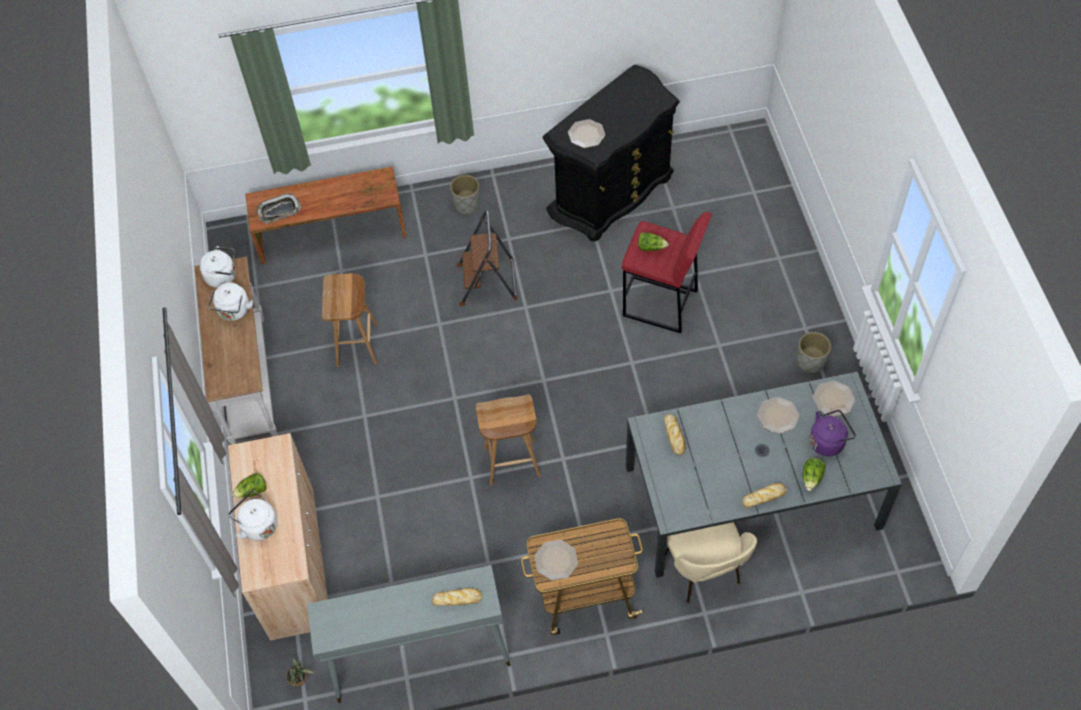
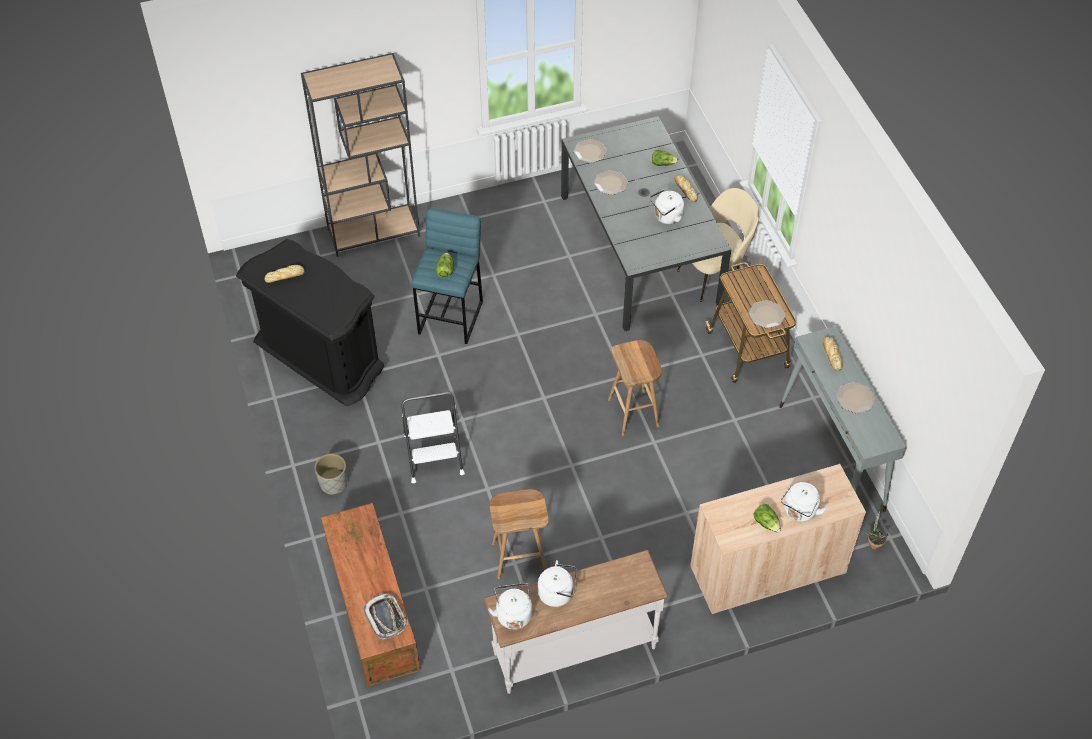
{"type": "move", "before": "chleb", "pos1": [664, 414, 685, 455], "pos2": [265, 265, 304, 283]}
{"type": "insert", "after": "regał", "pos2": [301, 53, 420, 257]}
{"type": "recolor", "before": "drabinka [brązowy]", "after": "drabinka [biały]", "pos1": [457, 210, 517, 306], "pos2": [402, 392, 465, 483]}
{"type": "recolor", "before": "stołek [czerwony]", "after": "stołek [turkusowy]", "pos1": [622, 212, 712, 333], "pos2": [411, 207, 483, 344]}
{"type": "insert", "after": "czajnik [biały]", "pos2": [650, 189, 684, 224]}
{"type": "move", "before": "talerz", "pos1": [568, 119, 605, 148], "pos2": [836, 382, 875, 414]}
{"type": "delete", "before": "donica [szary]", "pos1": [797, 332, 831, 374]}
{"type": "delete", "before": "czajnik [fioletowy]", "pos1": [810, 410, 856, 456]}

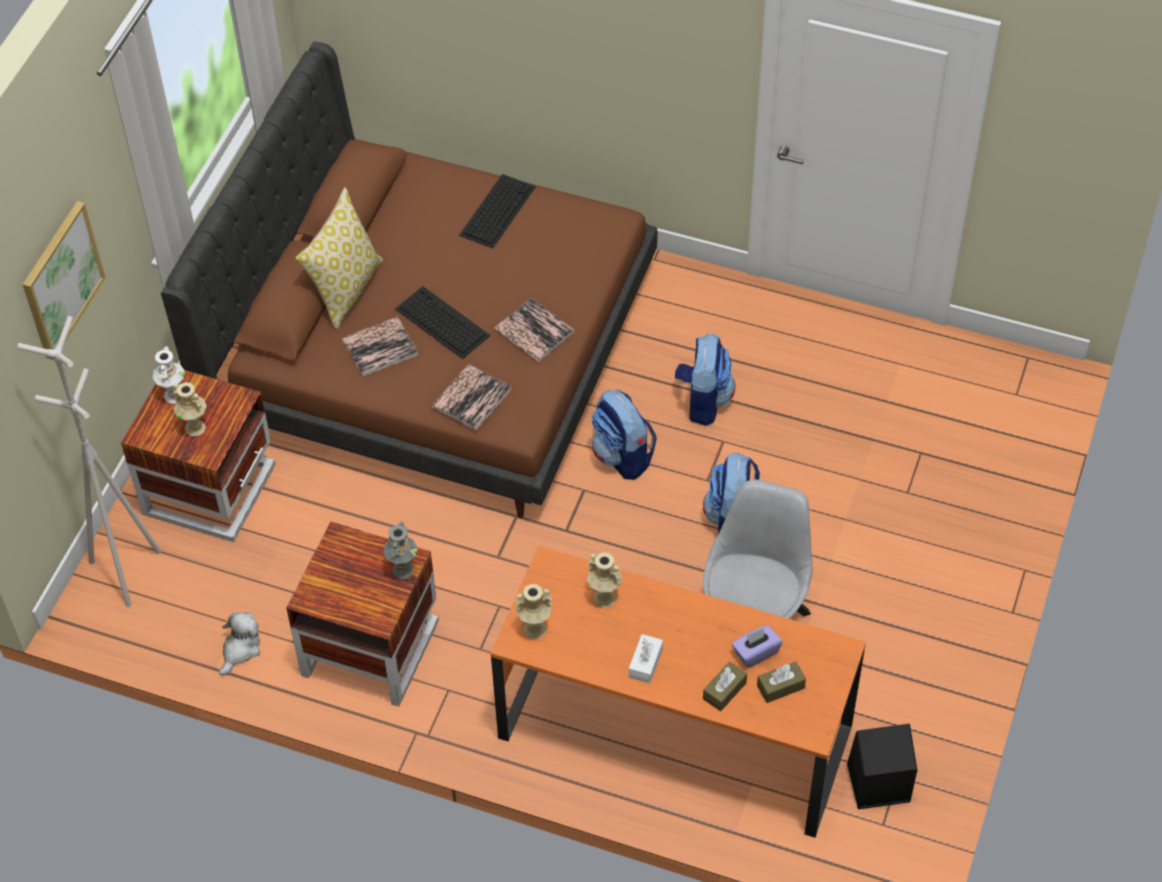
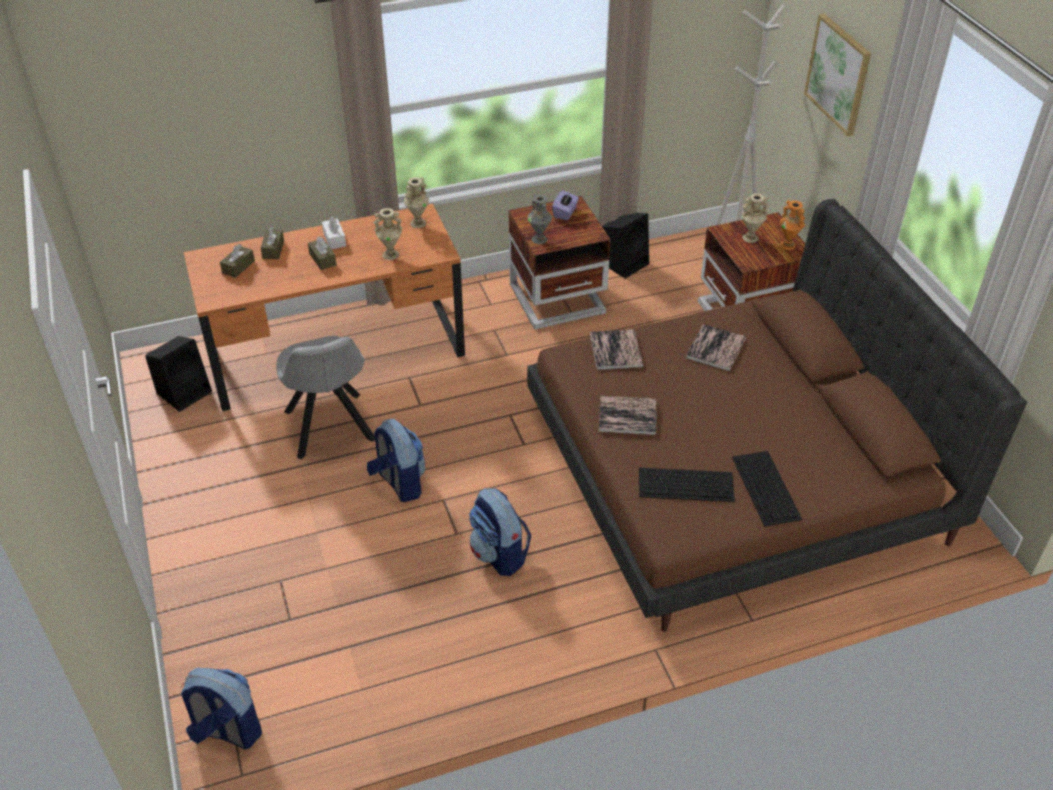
{"type": "move", "before": "plecak", "pos1": [592, 390, 657, 480], "pos2": [181, 668, 262, 749]}
{"type": "insert", "after": "pudełko chusteczek [brązowy]", "pos2": [308, 236, 336, 270]}
{"type": "move", "before": "pudełko chusteczek [fioletowy]", "pos1": [732, 625, 783, 668], "pos2": [552, 190, 579, 220]}
{"type": "replace", "before": "pluszak", "after": "głośnik [czarny]", "pos1": [219, 612, 260, 676], "pos2": [603, 213, 649, 278]}
{"type": "move", "before": "klawiatura", "pos1": [395, 286, 490, 359], "pos2": [639, 468, 735, 502]}
{"type": "recolor", "before": "wazon [biały]", "after": "wazon [pomarańczowy]", "pos1": [152, 346, 185, 404], "pos2": [779, 201, 805, 250]}
{"type": "delete", "before": "poduszka", "pos1": [296, 187, 383, 330]}

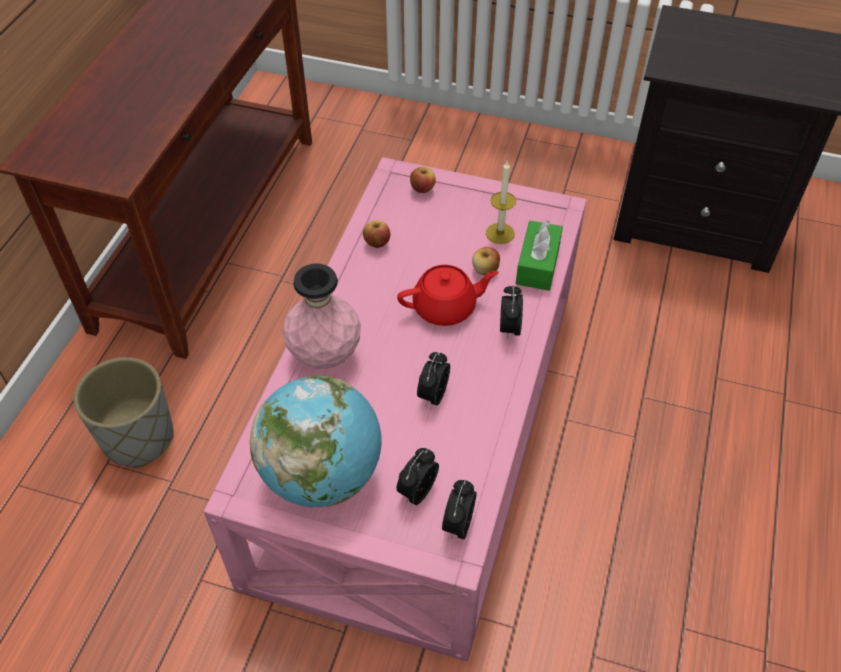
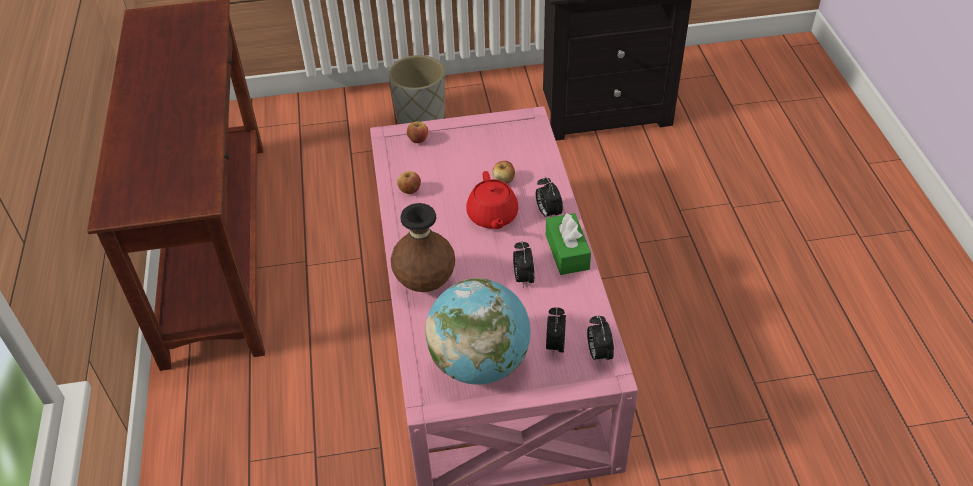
{"type": "move", "before": "donica [szary]", "pos1": [74, 357, 174, 468], "pos2": [388, 55, 445, 124]}
{"type": "recolor", "before": "wazon [różowy]", "after": "wazon [brązowy]", "pos1": [283, 264, 361, 369], "pos2": [391, 203, 455, 292]}
{"type": "rotate", "before": "imbryk [czerwony]", "pos1": [397, 265, 499, 326], "pos2": [466, 171, 519, 229], "turn": 120}
{"type": "move", "before": "pudełko chusteczek [zielony]", "pos1": [516, 220, 563, 291], "pos2": [546, 213, 591, 275]}
{"type": "delete", "before": "świeca", "pos1": [486, 162, 516, 244]}

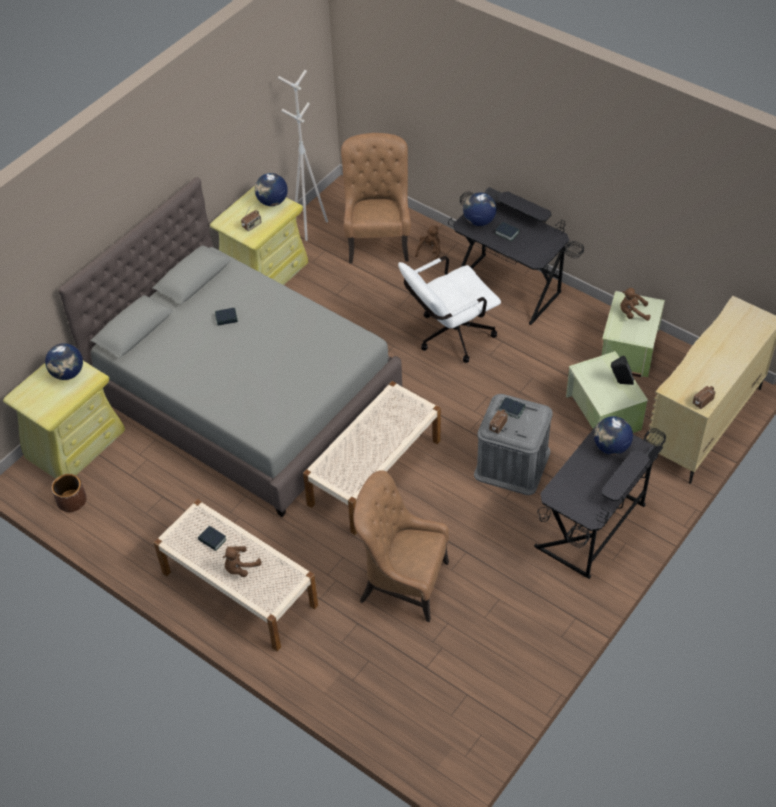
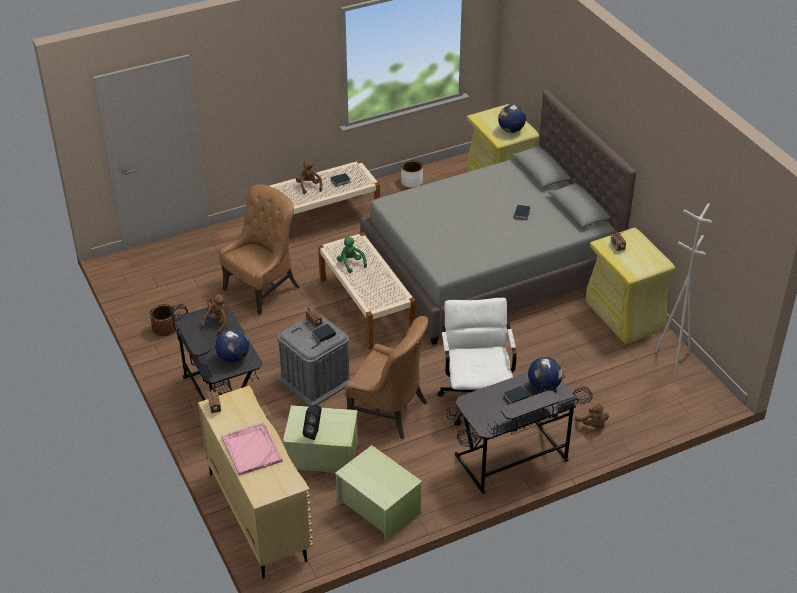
{"type": "move", "before": "donica [brązowy]", "pos1": [52, 474, 87, 512], "pos2": [150, 304, 176, 336]}
{"type": "move", "before": "pluszak [brązowy]", "pos1": [620, 288, 651, 321], "pos2": [201, 294, 228, 335]}
{"type": "insert", "after": "taca [różowy]", "pos2": [221, 422, 283, 475]}
{"type": "insert", "after": "pluszak [zielony]", "pos2": [337, 237, 367, 273]}
{"type": "move", "before": "krzesło [brązowy]", "pos1": [341, 133, 411, 264], "pos2": [345, 316, 428, 439]}
{"type": "insert", "after": "donica [biały]", "pos2": [401, 160, 423, 188]}
{"type": "delete", "before": "globus", "pos1": [255, 173, 288, 206]}

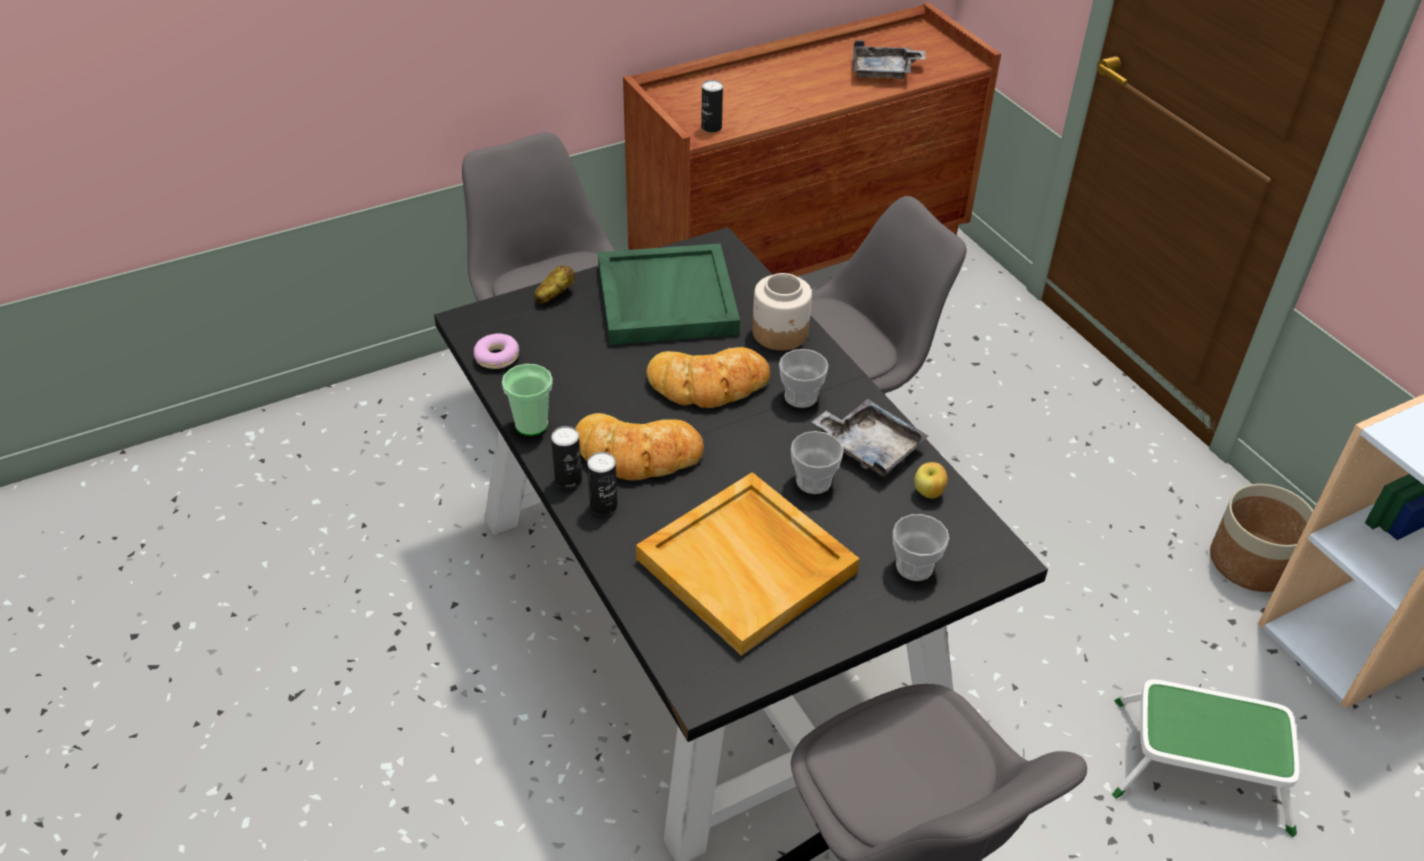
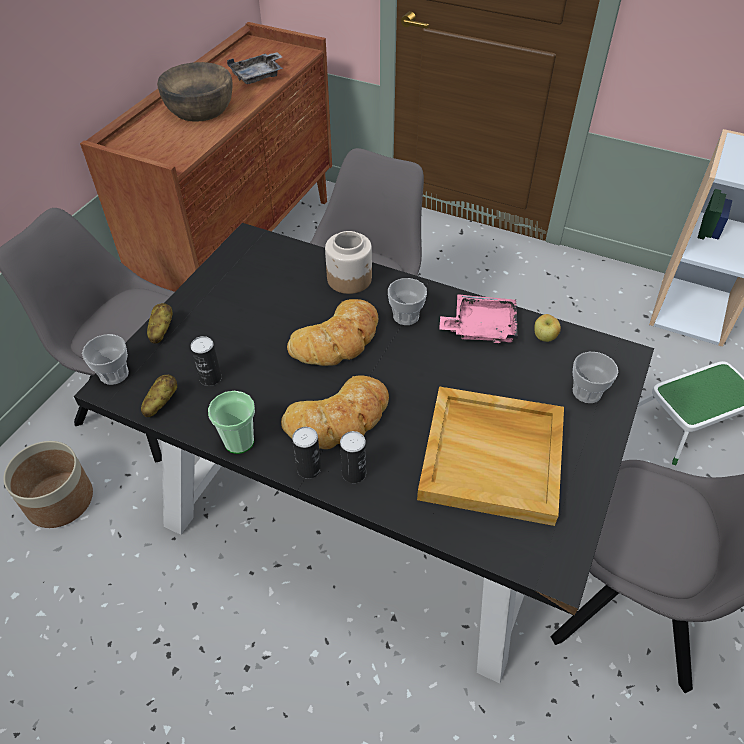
{"type": "move", "before": "donica", "pos1": [1210, 484, 1313, 592], "pos2": [4, 441, 93, 528]}
{"type": "move", "before": "filiżanka", "pos1": [791, 431, 844, 494], "pos2": [82, 334, 129, 385]}
{"type": "replace", "before": "donut", "after": "ziemniak", "pos1": [474, 333, 520, 369], "pos2": [141, 375, 177, 417]}
{"type": "insert", "after": "miska [brązowy]", "pos2": [157, 62, 233, 122]}
{"type": "move", "before": "puszka", "pos1": [701, 80, 723, 133], "pos2": [190, 336, 222, 386]}
{"type": "recolor", "before": "taca [szary]", "after": "taca [różowy]", "pos1": [812, 399, 928, 477], "pos2": [439, 294, 518, 343]}
{"type": "delete", "before": "taca [zielony]", "pos1": [598, 243, 740, 345]}

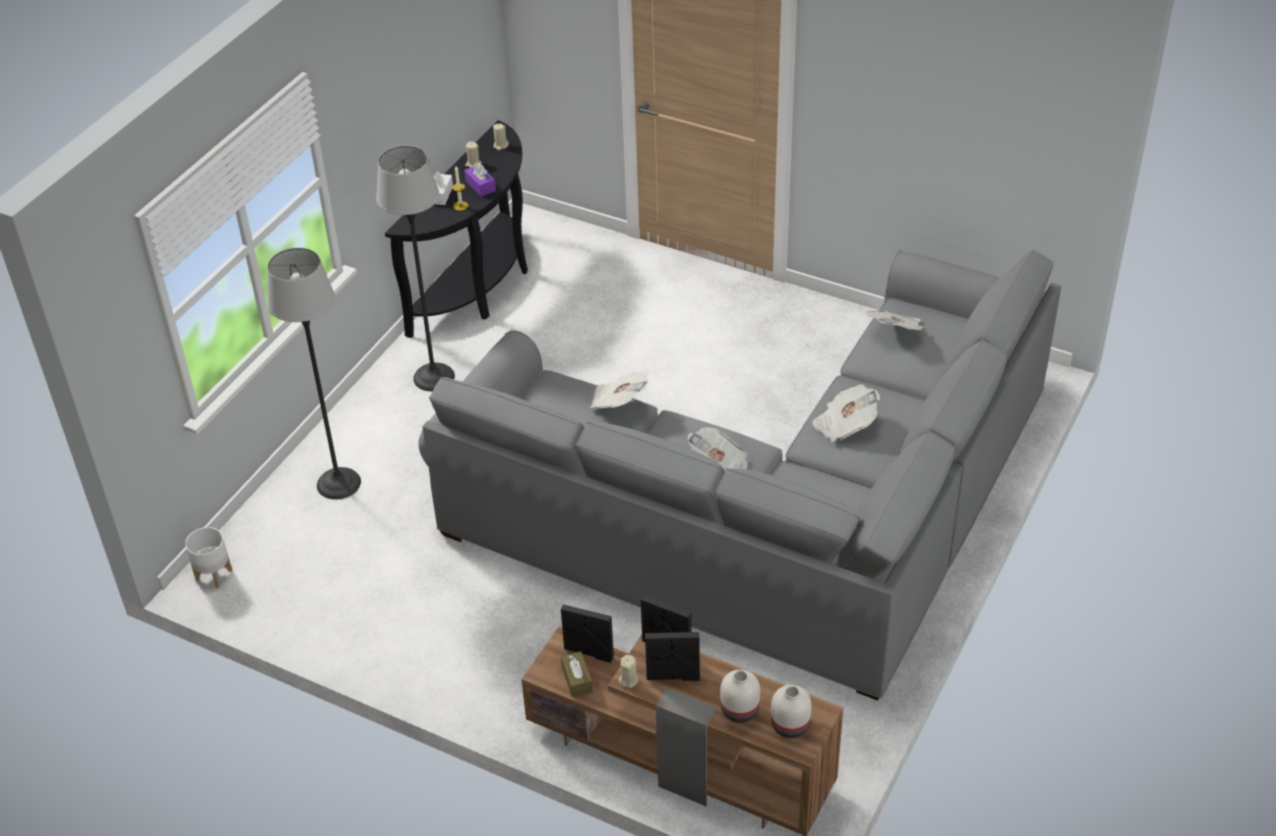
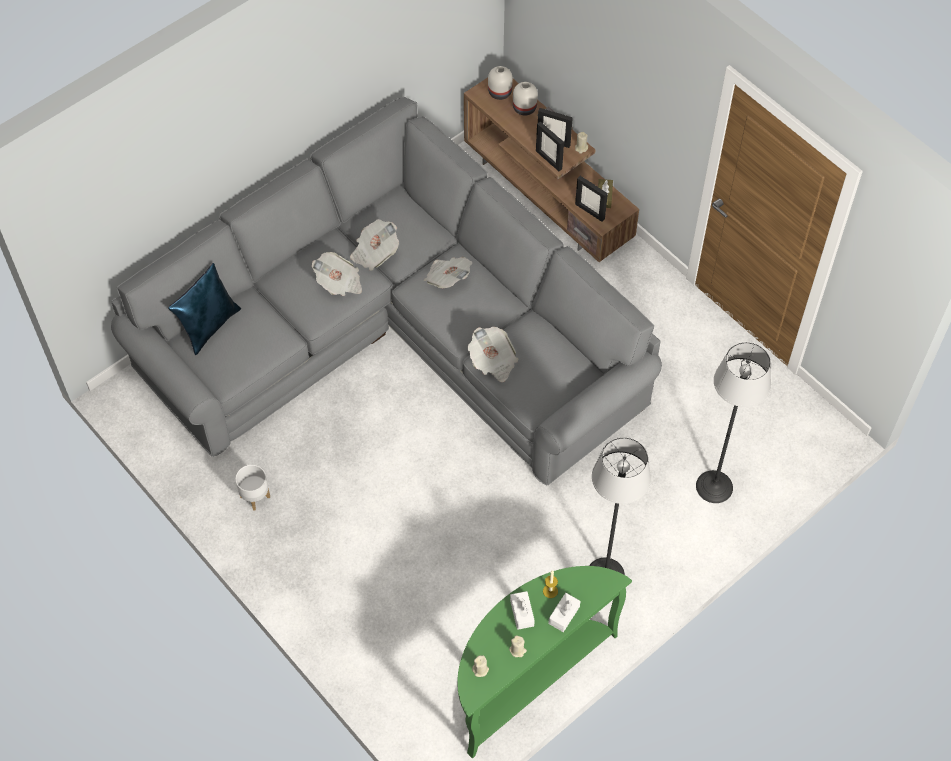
{"type": "insert", "after": "poduszka [niebieski]", "pos2": [168, 263, 241, 355]}
{"type": "move", "before": "donica [biały]", "pos1": [185, 527, 232, 588], "pos2": [236, 465, 270, 510]}
{"type": "move", "before": "gazeta", "pos1": [867, 310, 923, 330], "pos2": [350, 219, 399, 271]}
{"type": "recolor", "before": "stolik konsolowy [czarny]", "after": "stolik konsolowy [zielony]", "pos1": [385, 120, 528, 338], "pos2": [457, 566, 632, 759]}
{"type": "recolor", "before": "pudełko chusteczek [fioletowy]", "after": "pudełko chusteczek [biały]", "pos1": [464, 162, 496, 197], "pos2": [510, 591, 535, 630]}

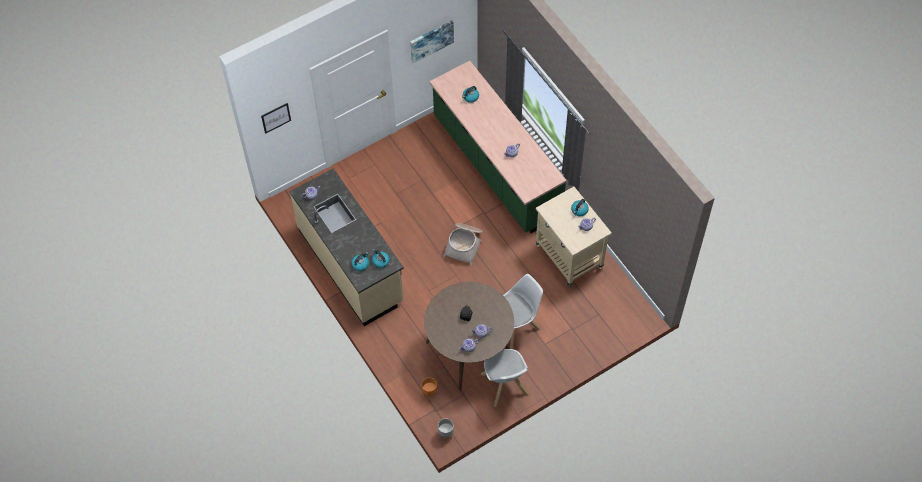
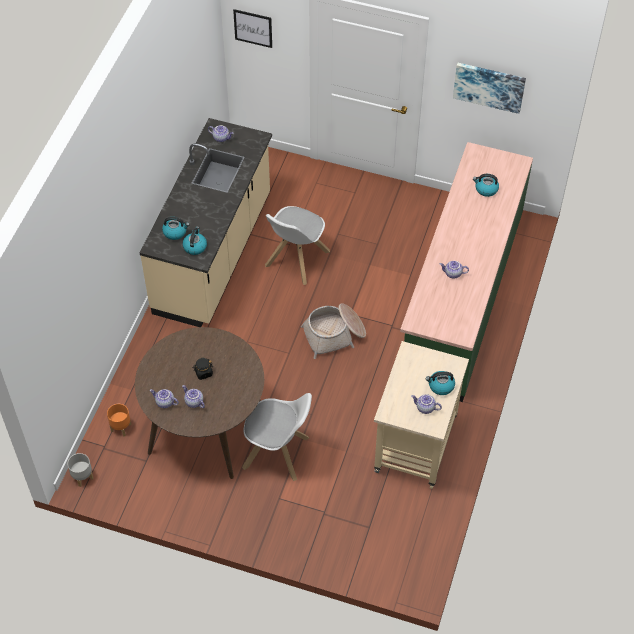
{"type": "move", "before": "krzesło", "pos1": [481, 349, 529, 407], "pos2": [265, 206, 330, 285]}

